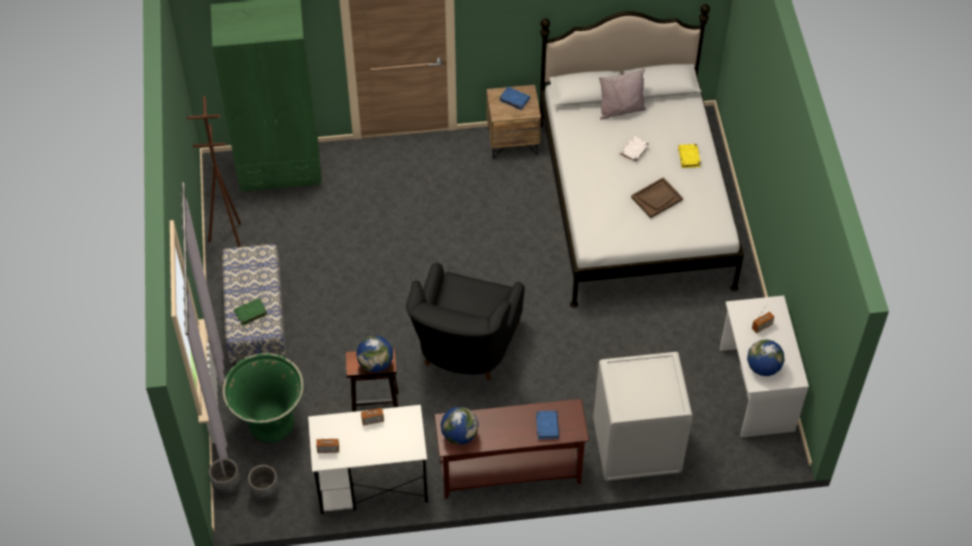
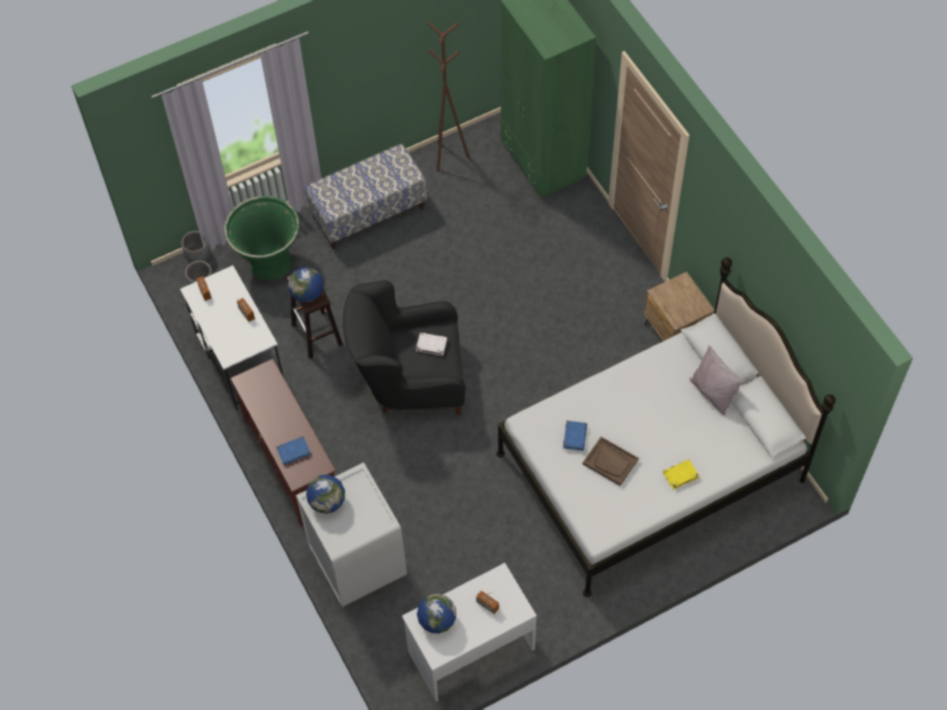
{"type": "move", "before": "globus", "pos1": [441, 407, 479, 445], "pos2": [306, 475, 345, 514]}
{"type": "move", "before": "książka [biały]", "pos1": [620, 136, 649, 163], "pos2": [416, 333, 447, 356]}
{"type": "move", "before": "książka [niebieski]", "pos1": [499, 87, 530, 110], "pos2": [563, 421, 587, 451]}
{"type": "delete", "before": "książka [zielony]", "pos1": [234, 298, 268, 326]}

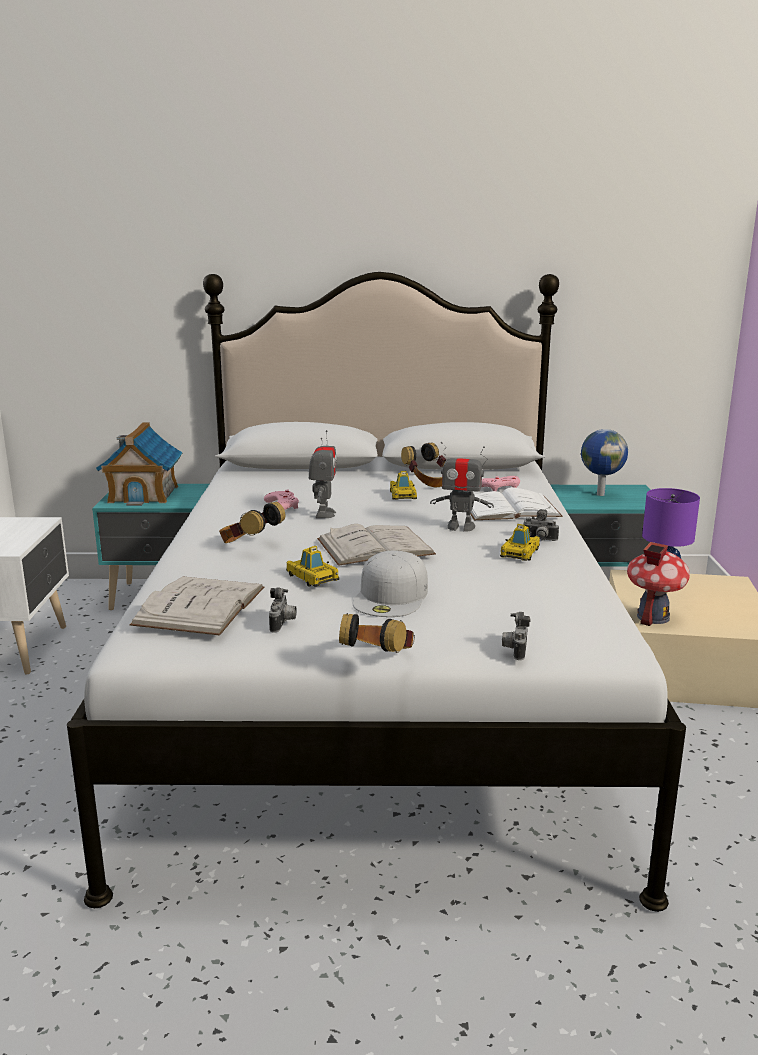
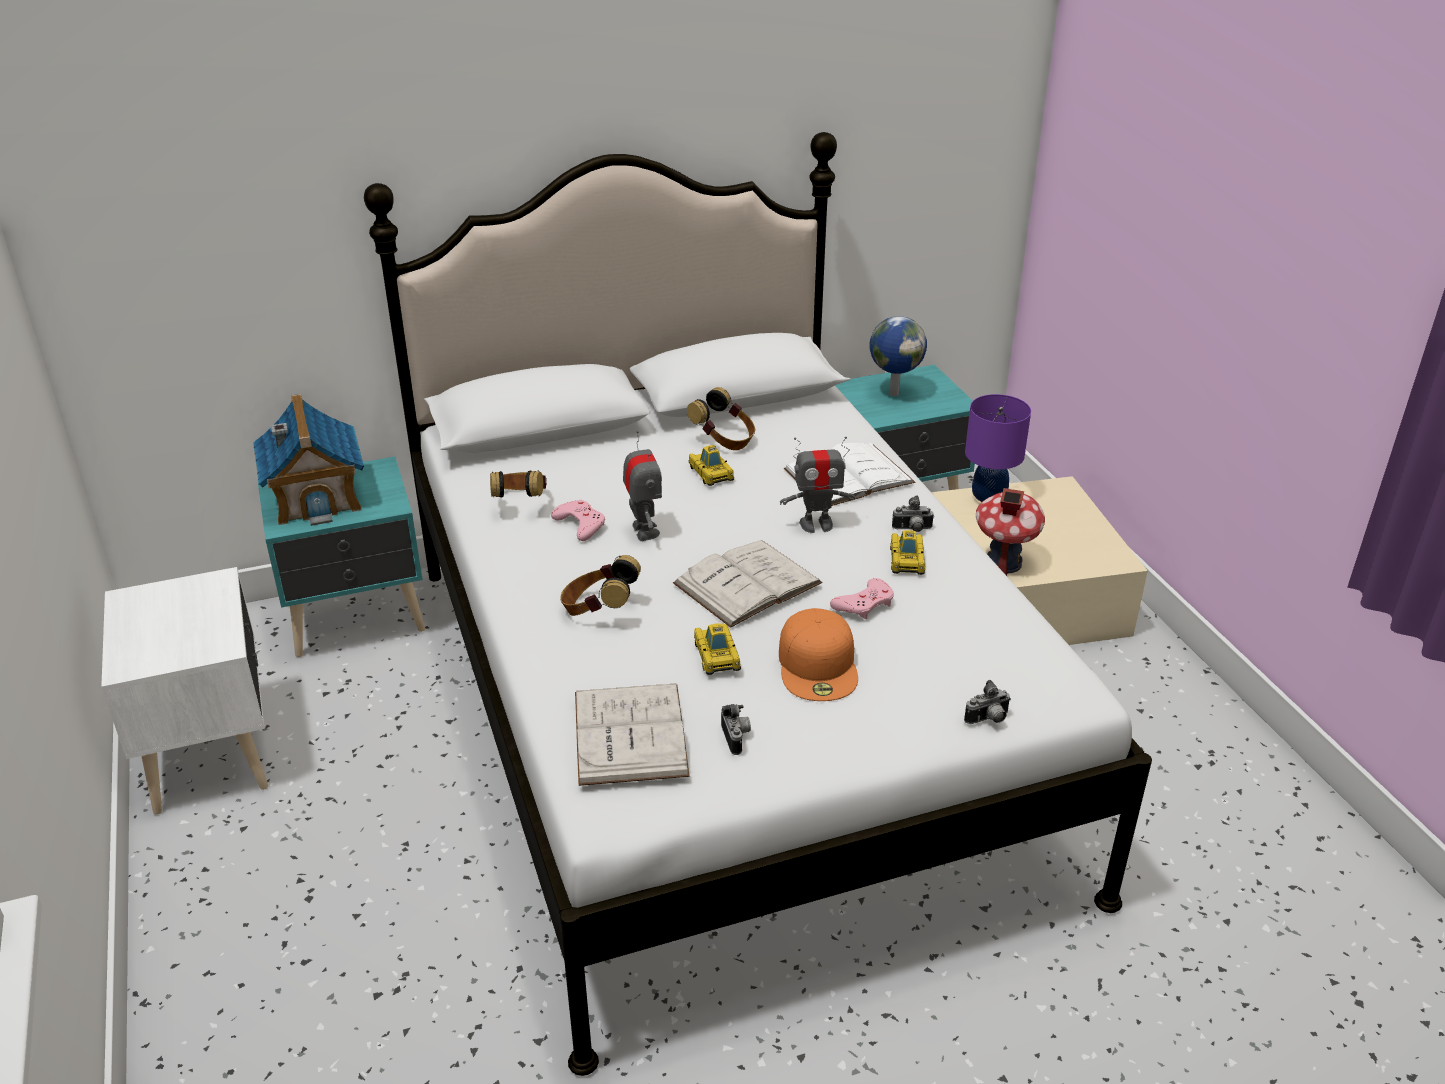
{"type": "move", "before": "słuchawki", "pos1": [339, 613, 415, 653], "pos2": [490, 471, 547, 498]}
{"type": "rotate", "before": "samochodzik", "pos1": [286, 546, 339, 587], "pos2": [694, 623, 741, 675], "turn": 45}
{"type": "recolor", "before": "czapka z daszkiem [biały]", "after": "czapka z daszkiem [pomarańczowy]", "pos1": [353, 551, 428, 617], "pos2": [779, 608, 858, 701]}
{"type": "move", "before": "pad do gier [różowy]", "pos1": [482, 476, 520, 491], "pos2": [830, 578, 894, 619]}
{"type": "rotate", "before": "aparat fotograficzny", "pos1": [502, 612, 531, 660], "pos2": [964, 680, 1011, 724], "turn": -105}

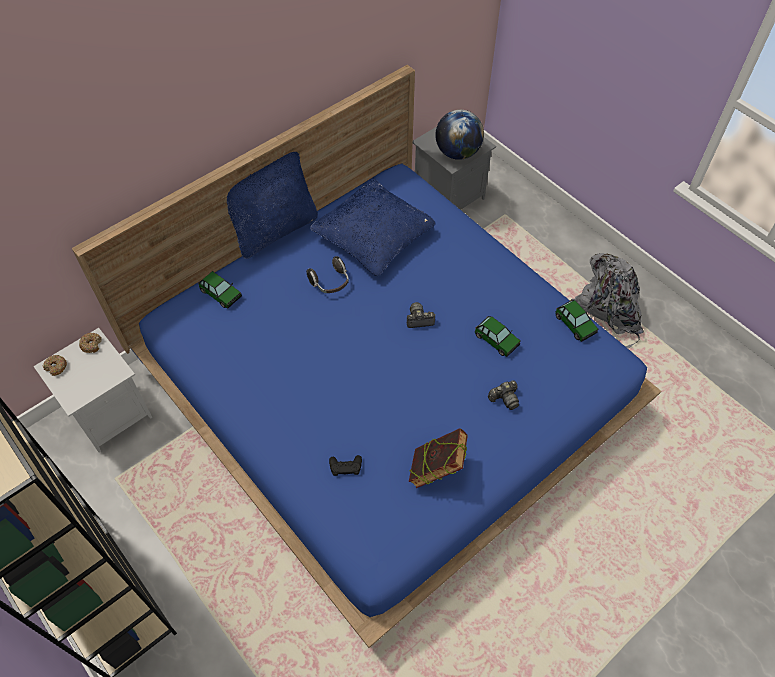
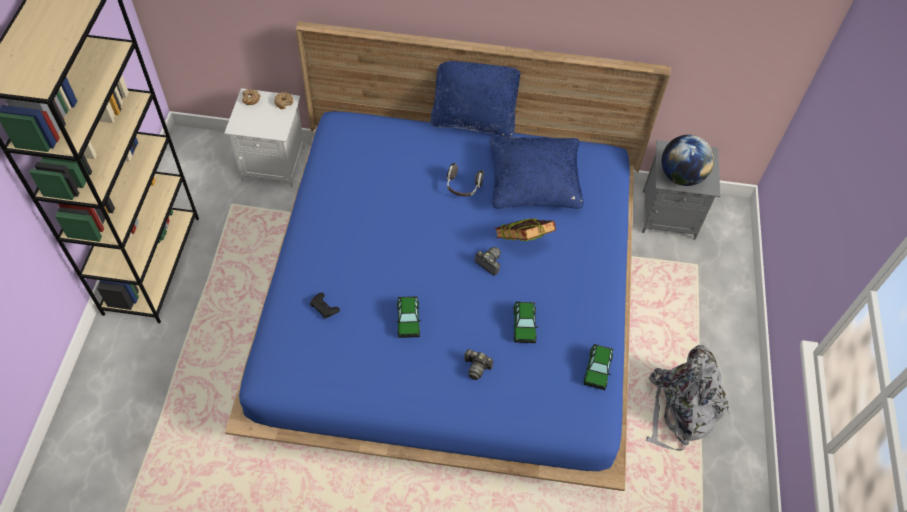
{"type": "move", "before": "samochodzik", "pos1": [198, 271, 242, 309], "pos2": [396, 296, 421, 338]}
{"type": "move", "before": "książka", "pos1": [409, 428, 468, 488], "pos2": [495, 218, 556, 241]}

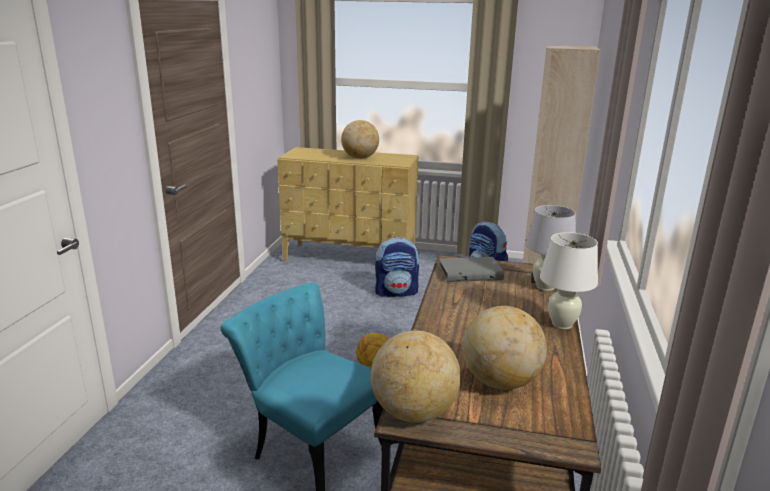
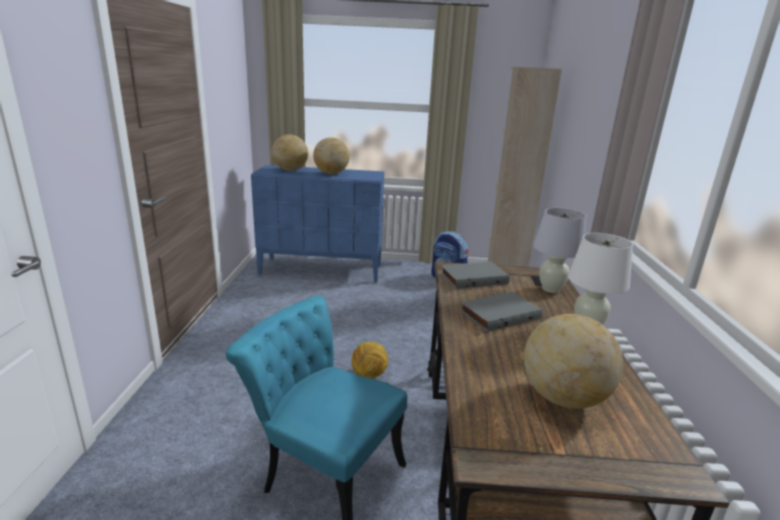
{"type": "recolor", "before": "komoda [beżowy]", "after": "komoda [niebieski]", "pos1": [277, 147, 419, 262], "pos2": [251, 165, 384, 283]}
{"type": "move", "before": "globus", "pos1": [371, 330, 461, 423], "pos2": [272, 134, 308, 171]}
{"type": "insert", "after": "książka [szary]", "pos2": [460, 292, 542, 332]}
{"type": "delete", "before": "plecak", "pos1": [375, 237, 420, 297]}

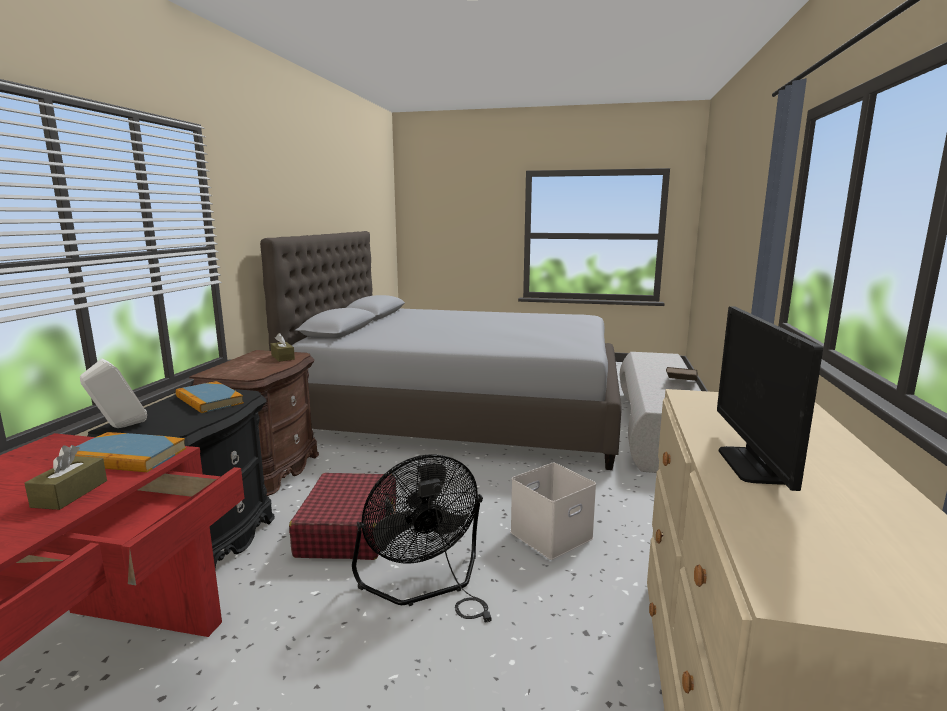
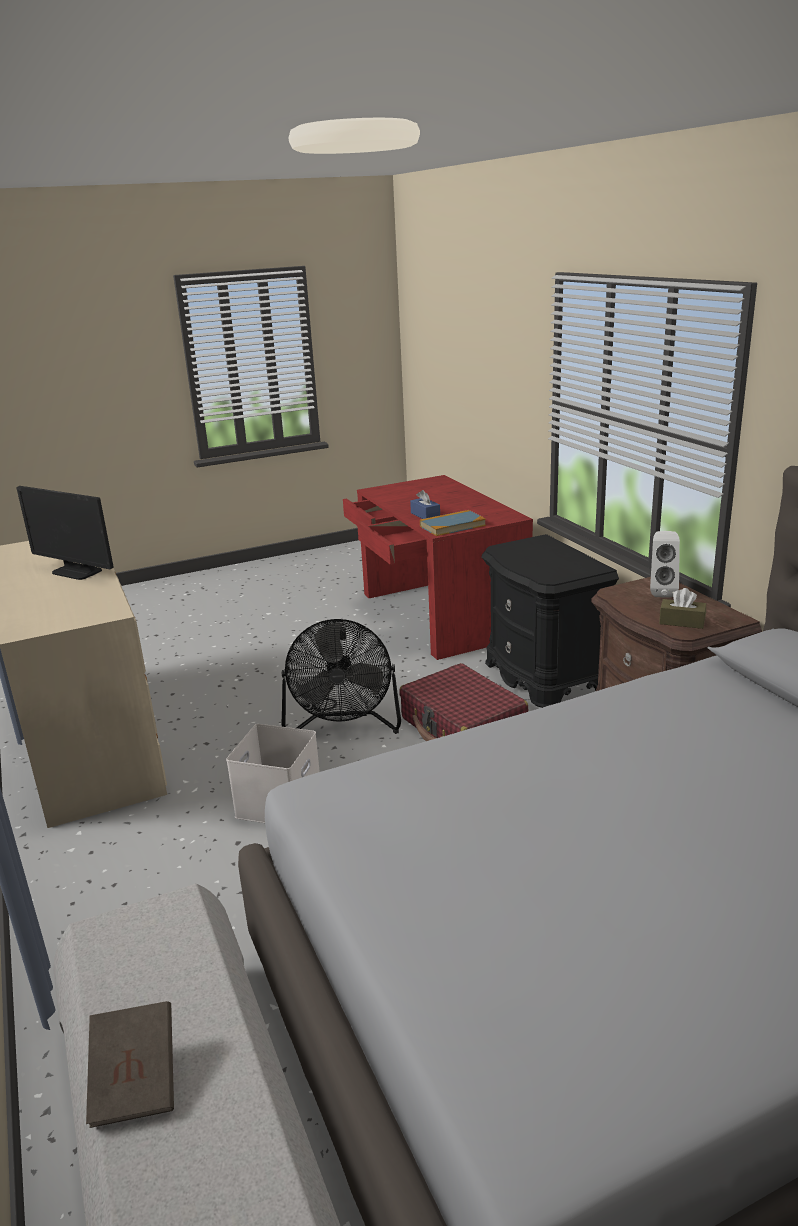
{"type": "rotate", "before": "monitor", "pos1": [717, 307, 823, 491], "pos2": [16, 486, 114, 580], "turn": 150}
{"type": "rotate", "before": "wentylator [czarny]", "pos1": [352, 454, 492, 622], "pos2": [281, 619, 401, 734], "turn": 60}
{"type": "recolor", "before": "pudełko chusteczek [brązowy]", "after": "pudełko chusteczek [niebieski]", "pos1": [24, 445, 107, 510], "pos2": [410, 490, 440, 519]}
{"type": "move", "before": "głośnik [biały]", "pos1": [80, 358, 147, 428], "pos2": [650, 531, 680, 597]}
{"type": "delete", "before": "książka", "pos1": [176, 381, 244, 413]}

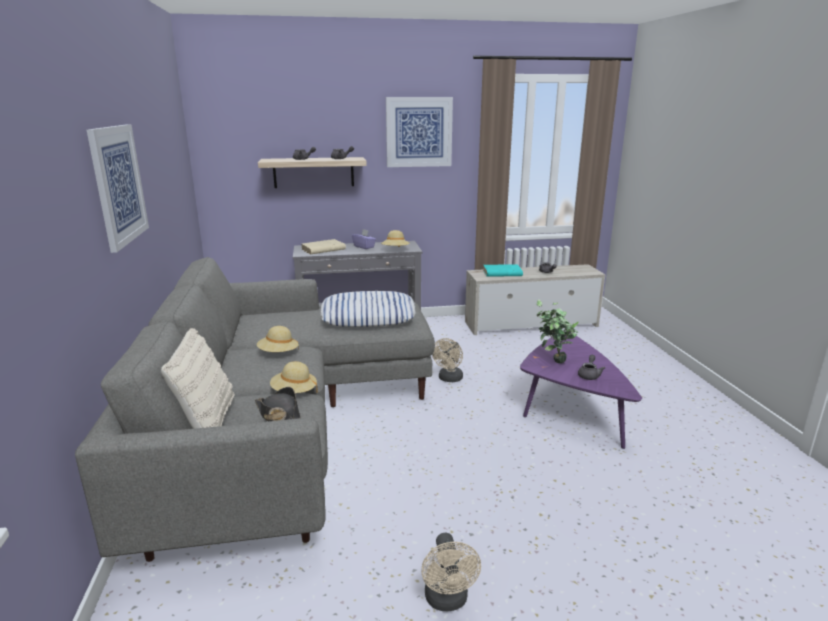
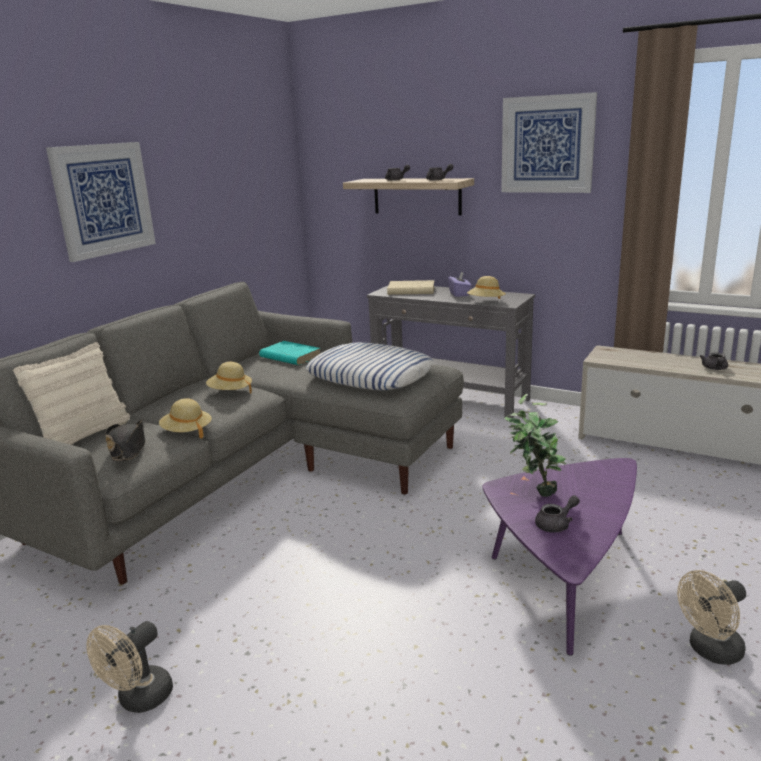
{"type": "move", "before": "książka [turkusowy]", "pos1": [483, 264, 523, 277], "pos2": [259, 341, 320, 365]}
{"type": "move", "before": "wentylator [beżowy]", "pos1": [432, 338, 463, 382], "pos2": [677, 570, 746, 665]}

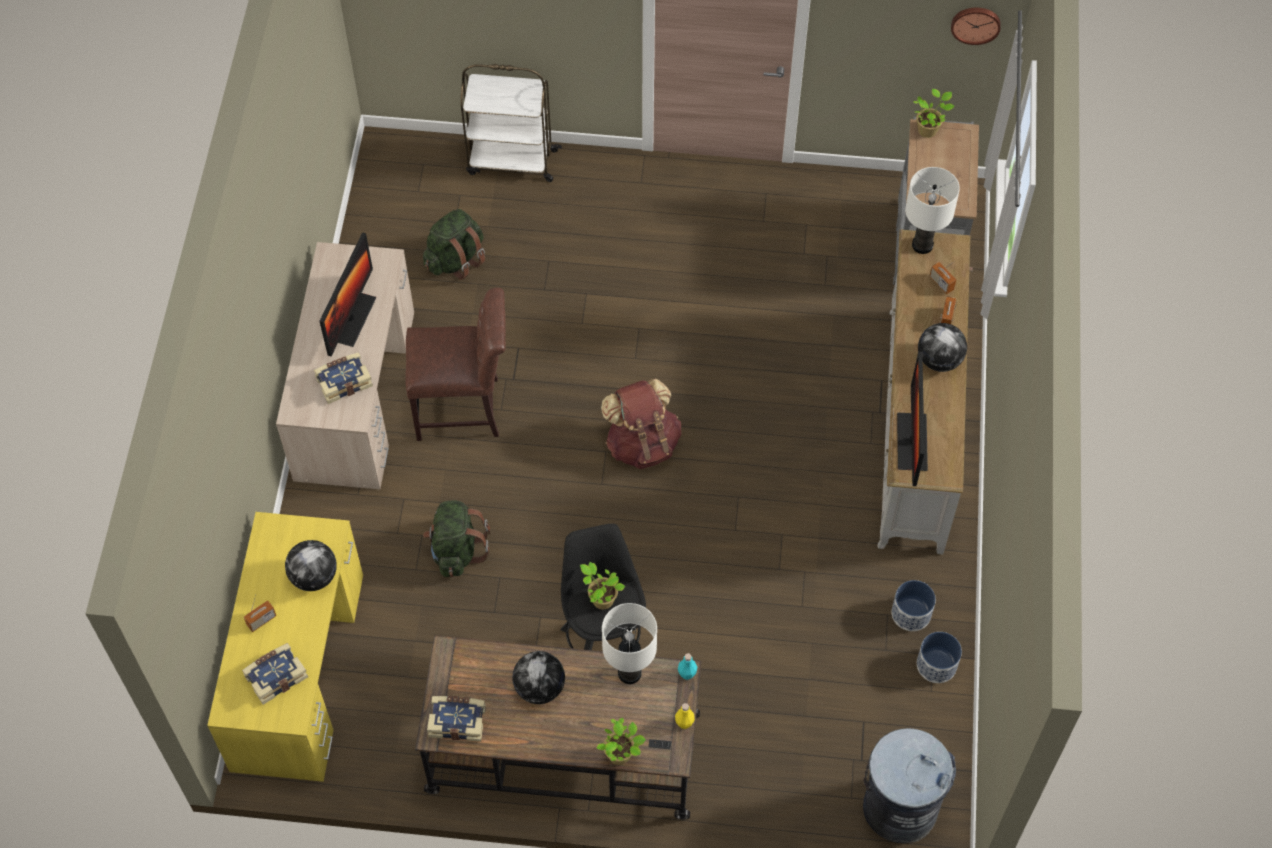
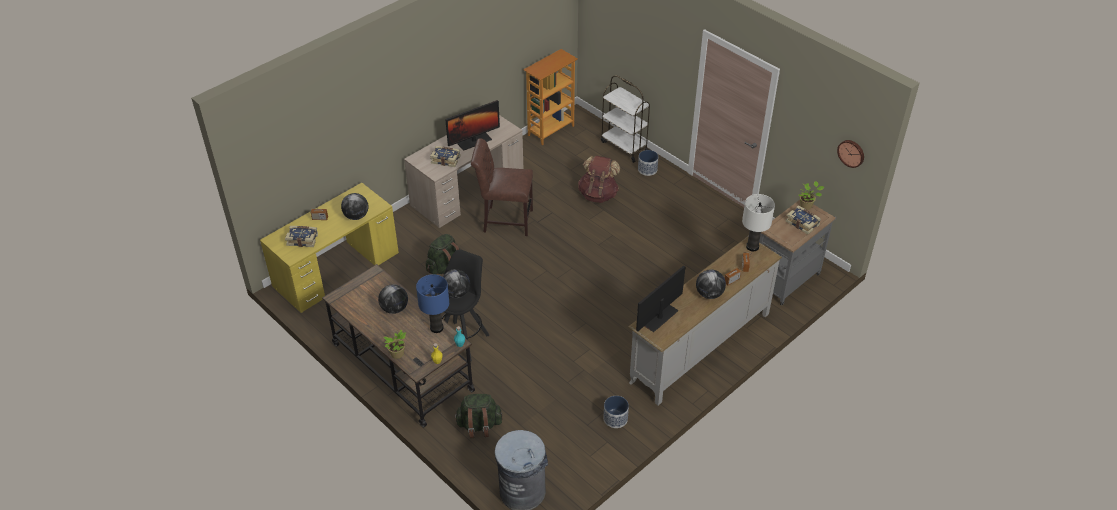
{"type": "recolor", "before": "lampa stołowa [biały]", "after": "lampa stołowa [niebieski]", "pos1": [602, 603, 657, 684], "pos2": [416, 274, 449, 333]}
{"type": "replace", "before": "roślina doniczkowa", "after": "globus", "pos1": [580, 562, 625, 609], "pos2": [443, 269, 470, 298]}
{"type": "move", "before": "plecak [zielony]", "pos1": [423, 209, 485, 280], "pos2": [454, 394, 503, 438]}
{"type": "rotate", "before": "krzesło [brązowy]", "pos1": [405, 288, 506, 441], "pos2": [471, 138, 533, 236], "turn": 150}
{"type": "insert", "after": "regał", "pos2": [523, 49, 578, 145]}
{"type": "move", "before": "plecak [brązowy]", "pos1": [601, 379, 682, 469], "pos2": [578, 156, 620, 203]}
{"type": "move", "before": "donica", "pos1": [917, 632, 962, 683], "pos2": [638, 150, 658, 176]}
{"type": "move", "before": "książka", "pos1": [427, 696, 486, 742], "pos2": [786, 206, 821, 235]}

